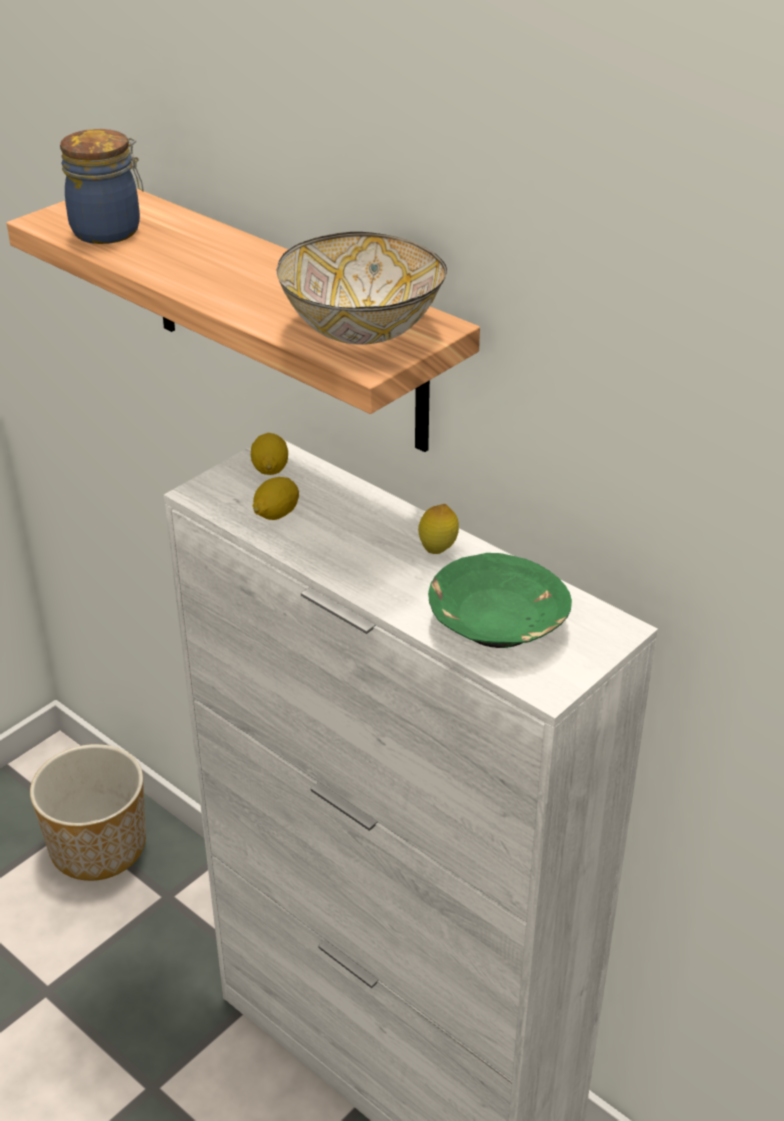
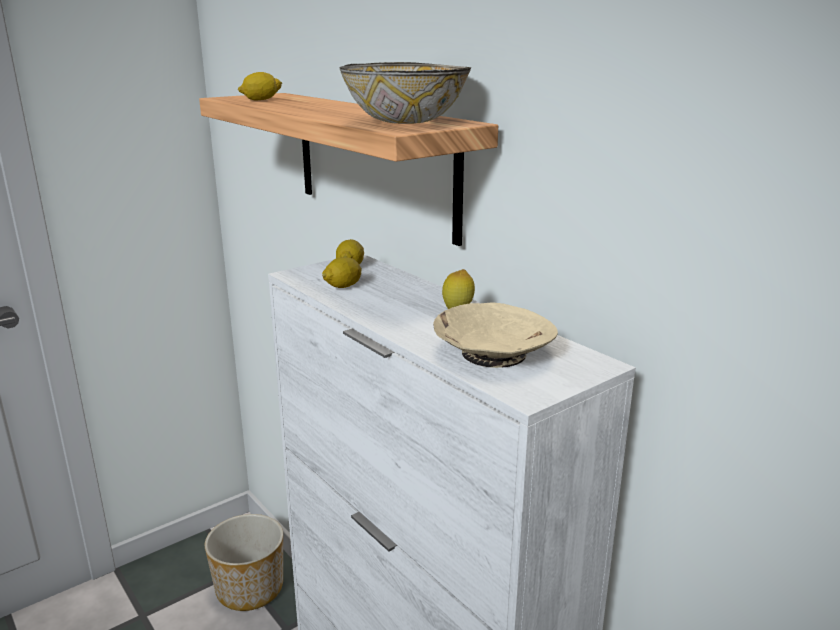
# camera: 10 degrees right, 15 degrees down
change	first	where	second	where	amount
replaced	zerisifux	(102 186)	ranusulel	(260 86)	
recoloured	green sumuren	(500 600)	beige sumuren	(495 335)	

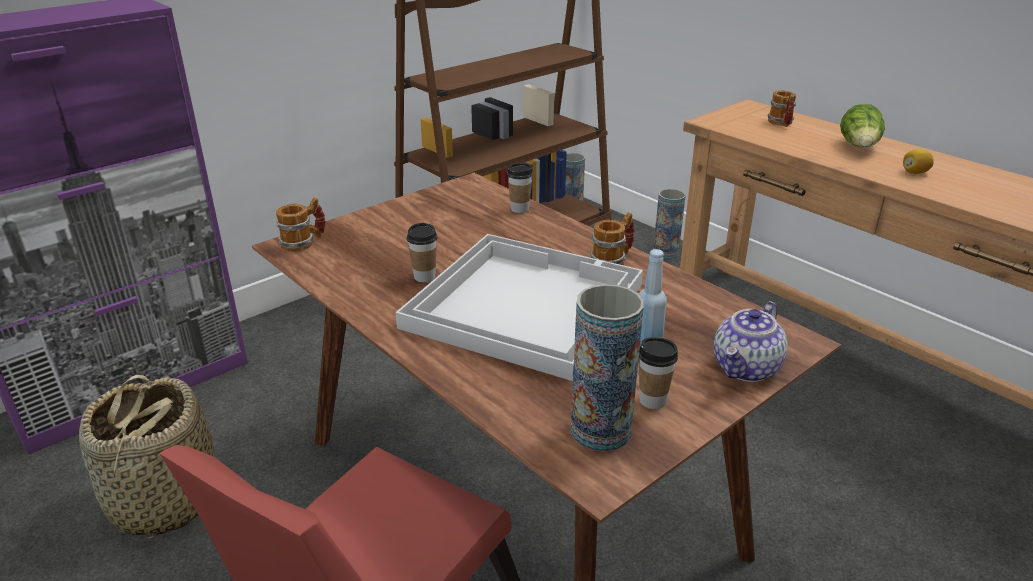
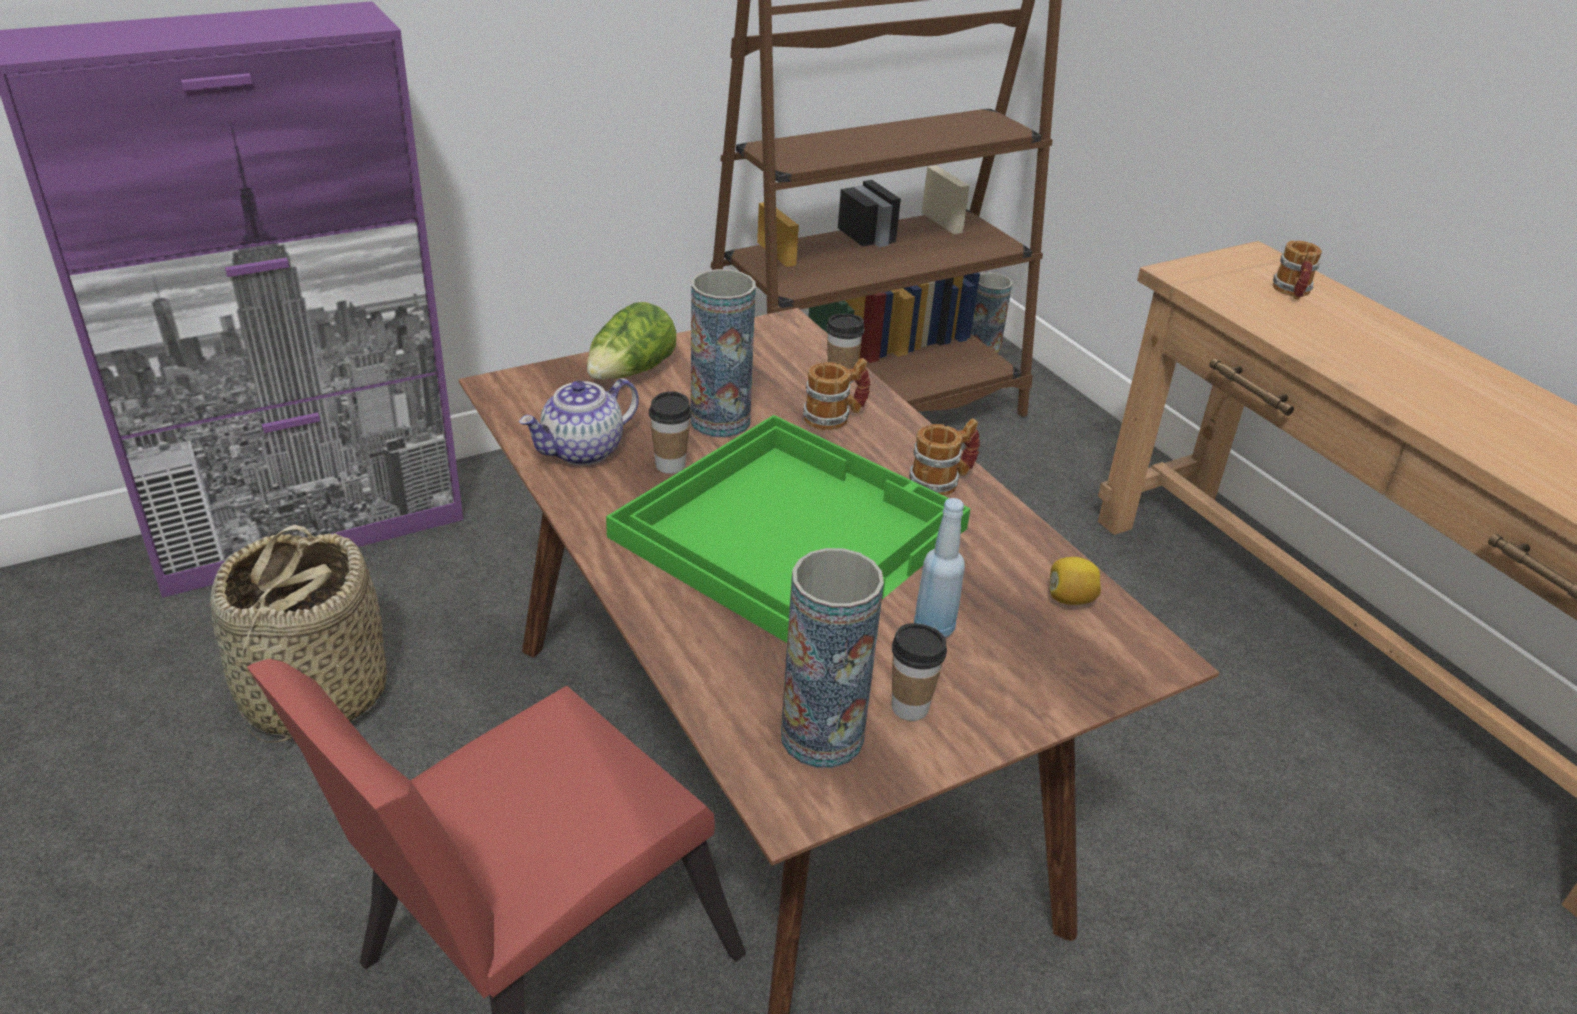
# camera: 10 degrees right, 5 degrees up
change	first	where	second	where	amount
moved	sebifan	(301 224)		(836 394)	
moved	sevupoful	(669 224)		(723 353)	
moved	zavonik	(751 341)		(579 421)	
moved	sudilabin	(862 125)		(631 341)	
moved	ranusulel	(918 161)		(1075 581)	
recoloured	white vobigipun	(519 307)	green vobigipun	(788 529)	

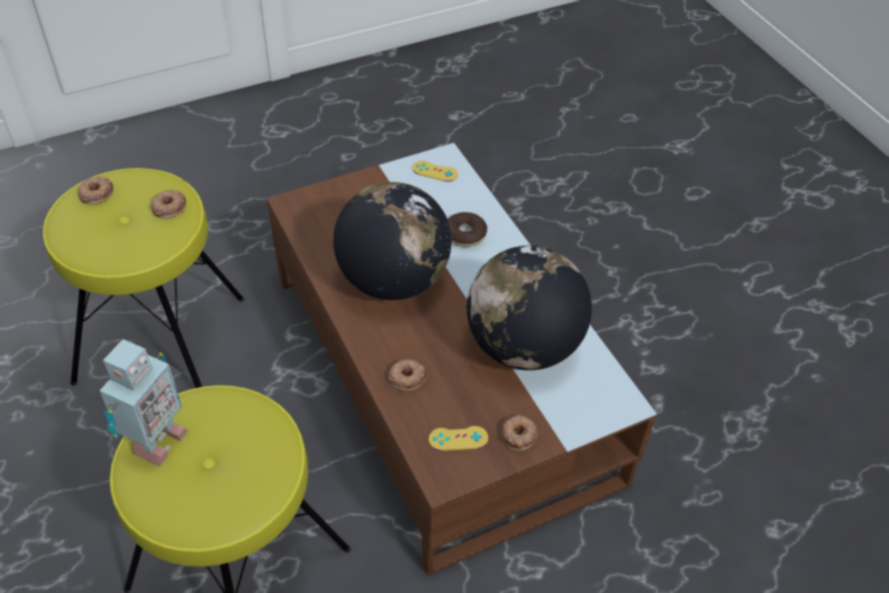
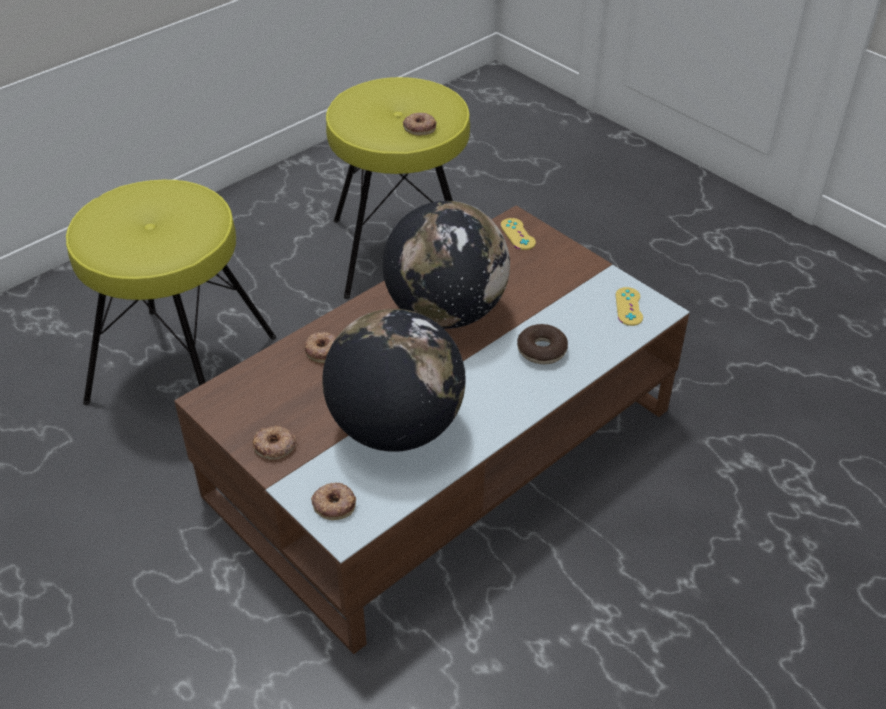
# camera: 75 degrees right, 5 degrees down
change	first	where	second	where	amount
removed	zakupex	(144 403)			
moved	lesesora	(95 190)		(333 501)	
moved	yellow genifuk	(458 438)		(518 234)	

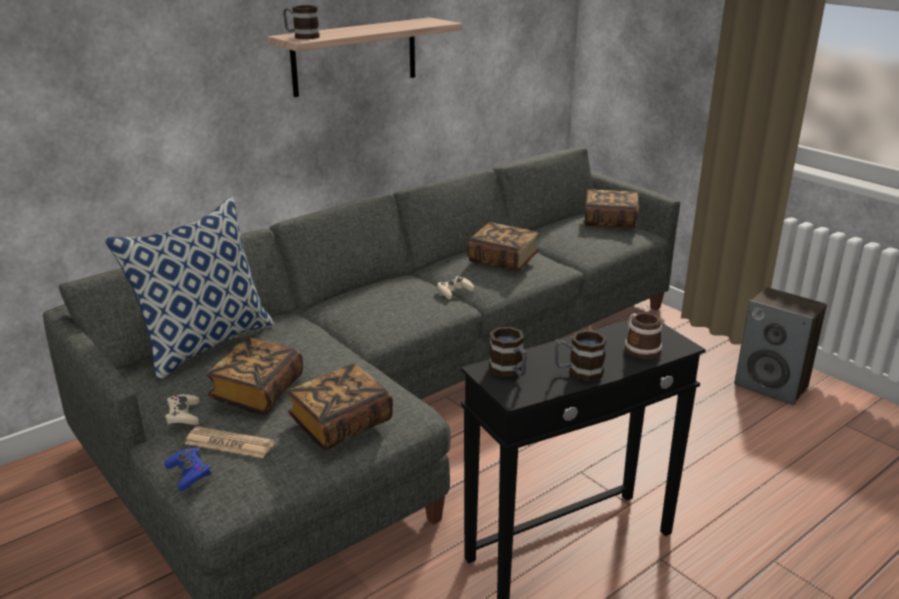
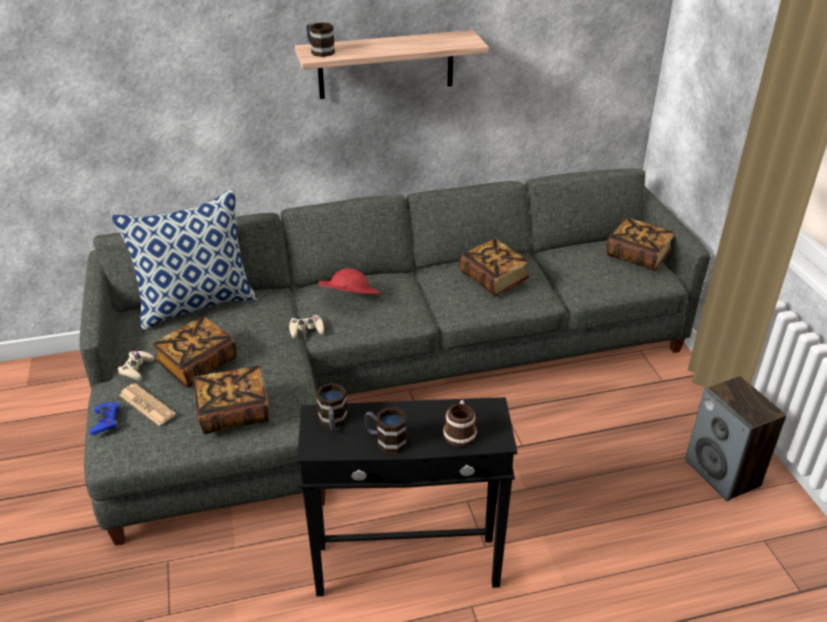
# camera: 25 degrees right, 10 degrees up
change	first	where	second	where	amount
added			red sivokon	(349 281)	
moved	beige genifuk	(455 287)		(306 326)	

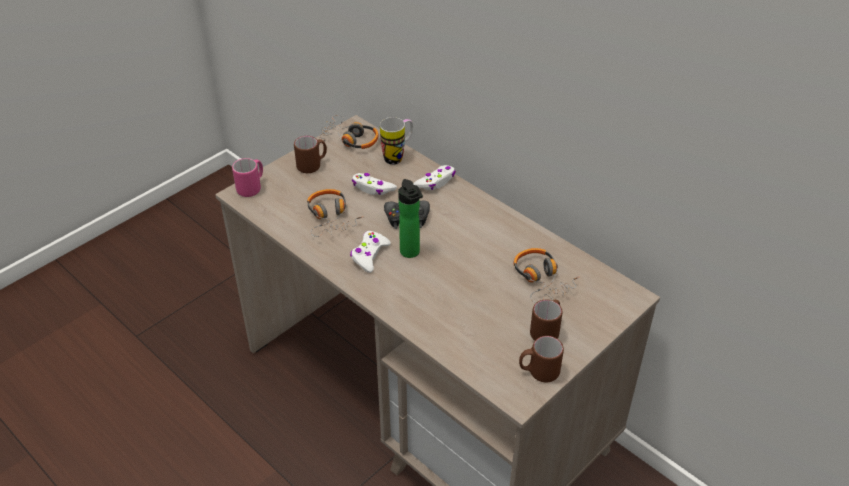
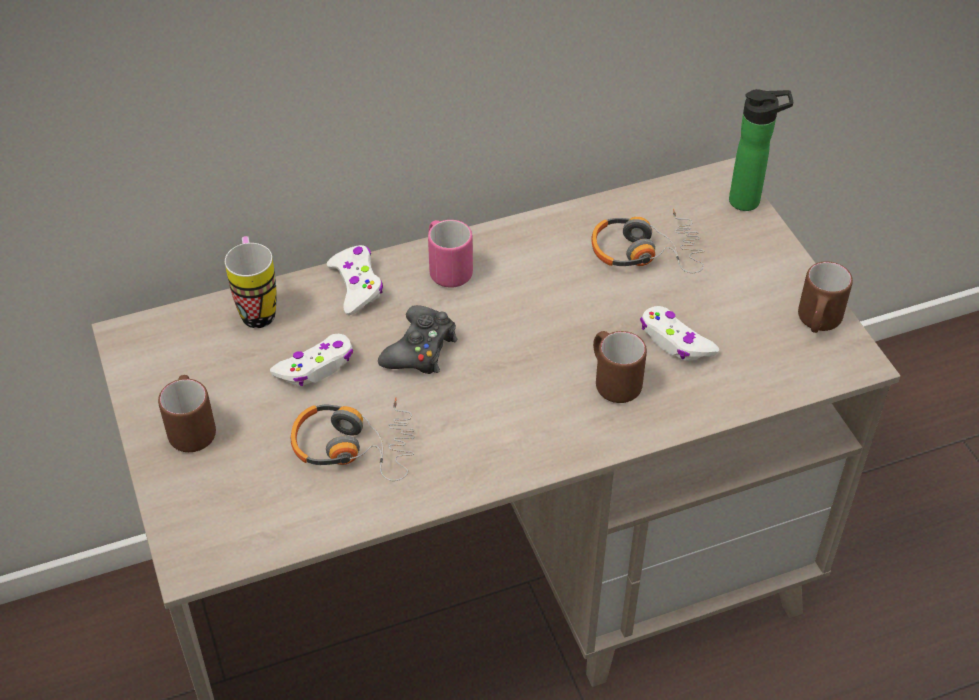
# camera: 65 degrees left, 5 degrees up
change	first	where	second	where	amount
removed	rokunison	(348 132)			
moved	pink sebifan	(247 177)		(450 254)	
moved	white genifuk	(370 252)		(679 333)	
moved	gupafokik	(410 218)		(761 150)	
moved	brown sebifan	(546 320)		(620 367)	

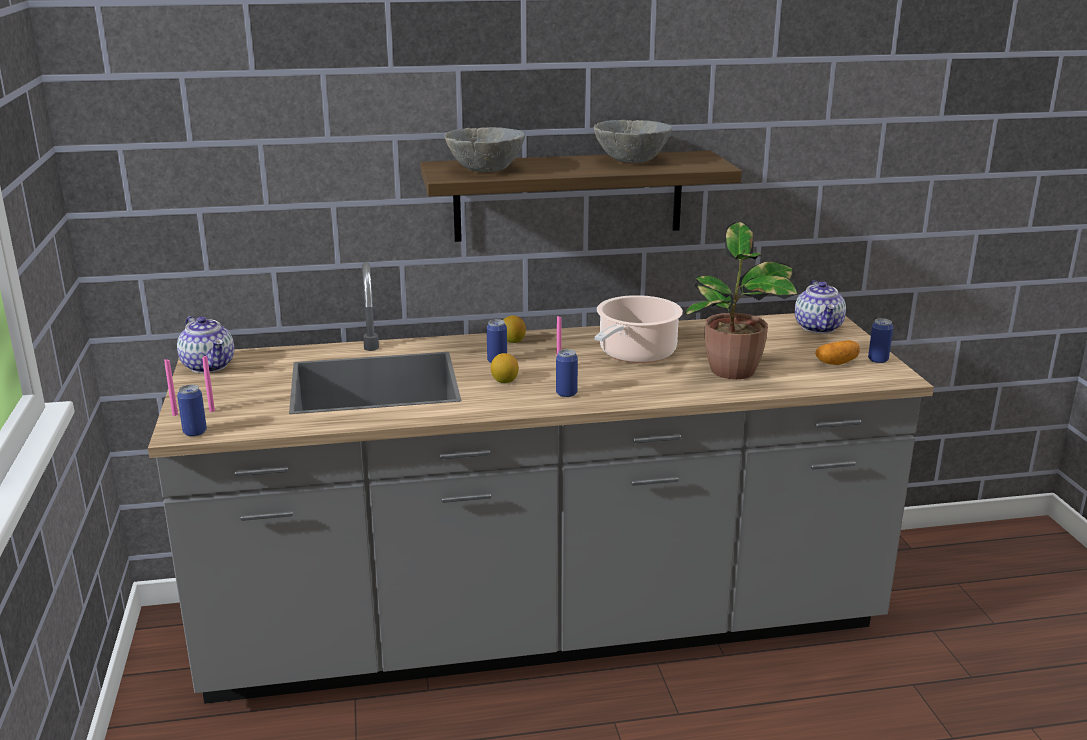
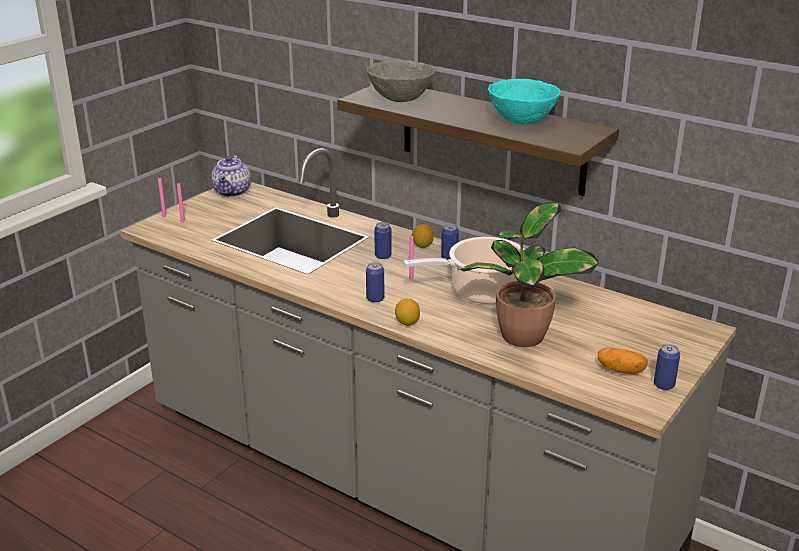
# camera: 45 degrees right, 5 degrees up
change	first	where	second	where	amount
removed	zavonik	(820 306)			
moved	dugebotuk	(192 411)		(450 242)	
moved	ranusulel	(505 368)		(407 312)	
recoloured	grey sumuren	(633 141)	turquoise sumuren	(524 101)	

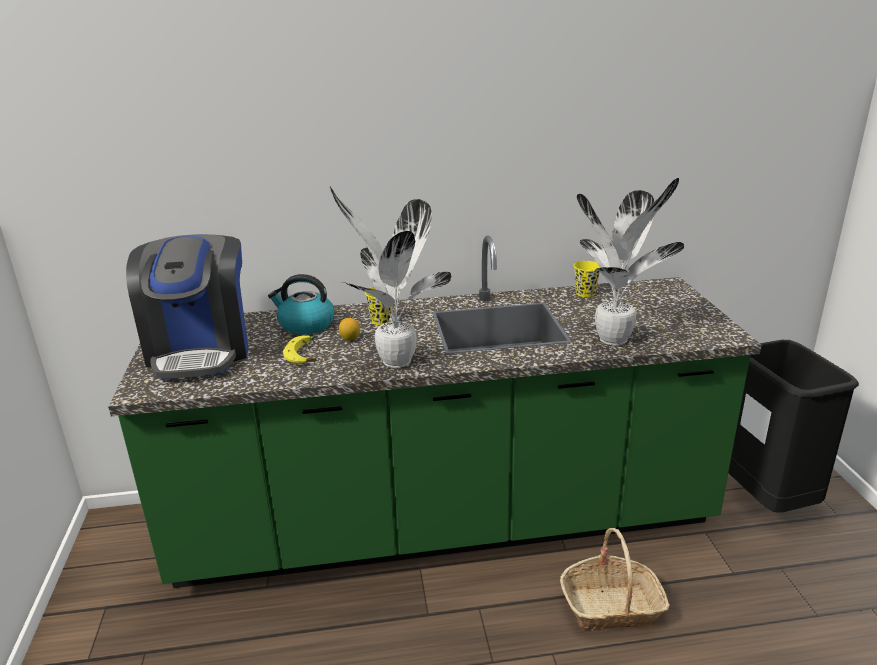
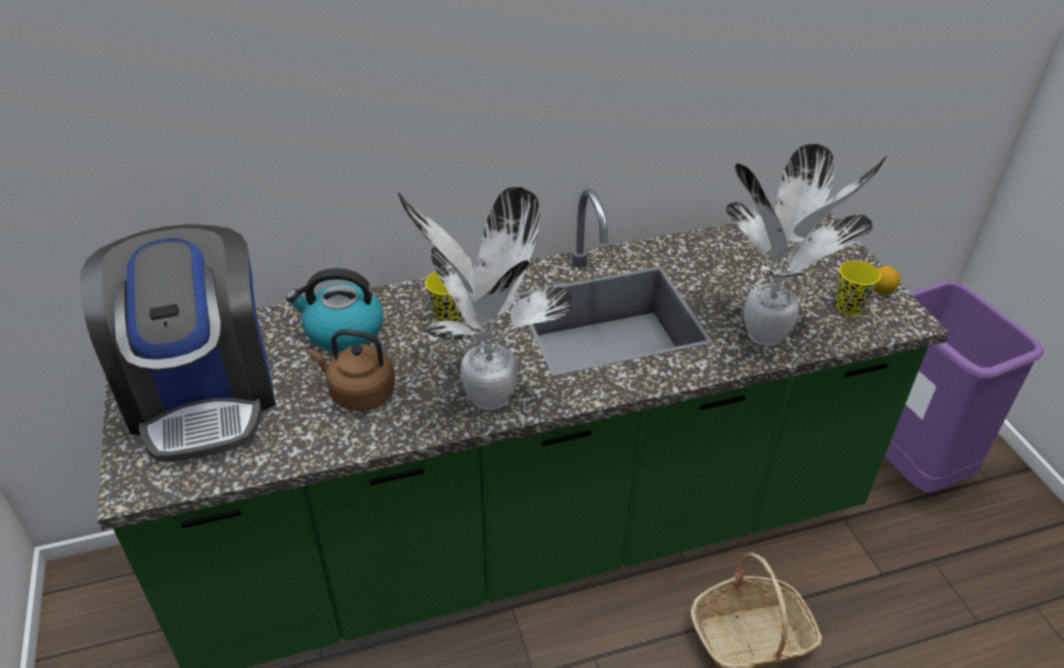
# camera: 10 degrees left, 15 degrees up
change	first	where	second	where	amount
moved	ranusulel	(349 329)		(887 280)	
moved	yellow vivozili	(587 279)		(858 287)	
replaced	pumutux	(300 349)	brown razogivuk	(352 370)	
recoloured	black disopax	(793 426)	purple disopax	(964 386)	

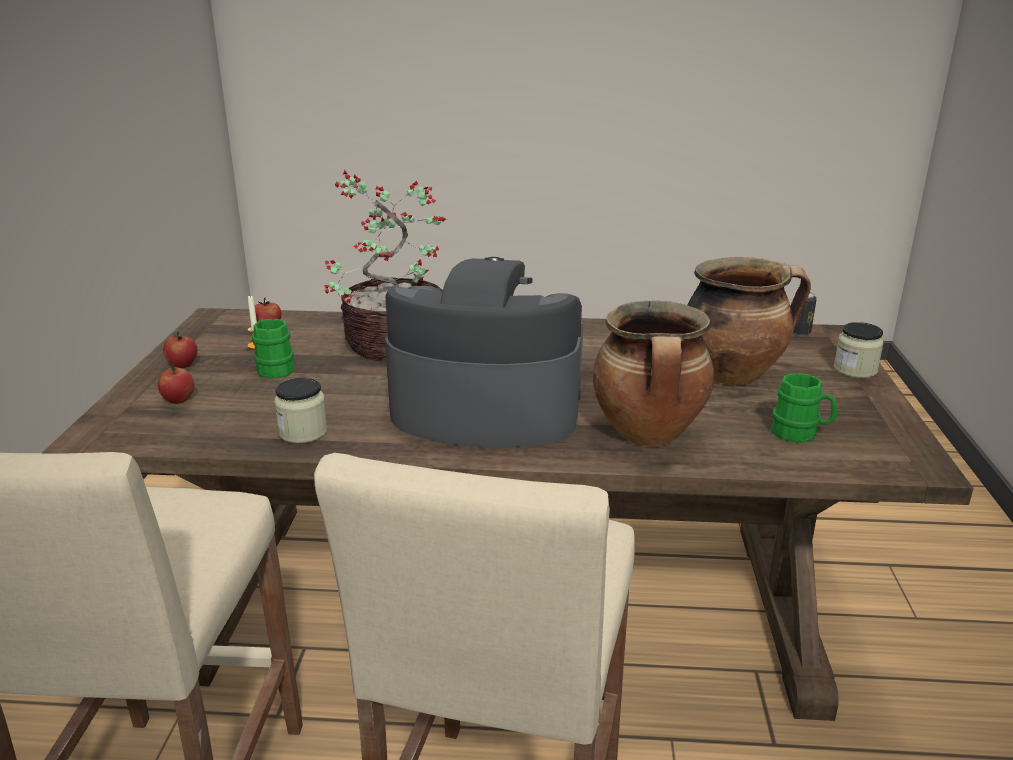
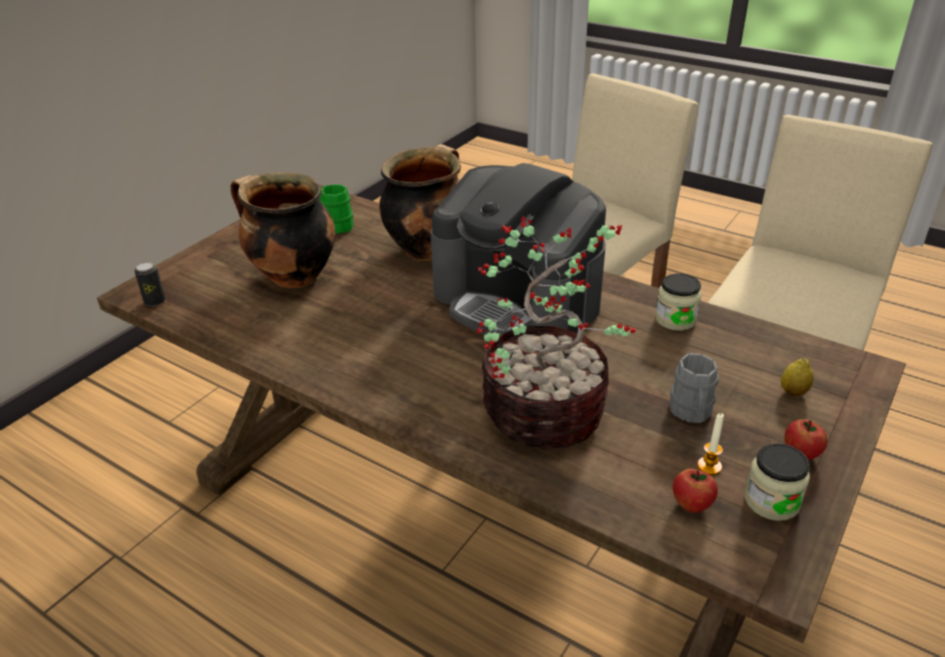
# camera: 150 degrees left, 10 degrees up
change	first	where	second	where	amount
moved	zerisifux	(859 350)		(777 482)	
replaced	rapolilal	(176 384)	ranusulel	(797 377)	
recoloured	green sebifan	(273 349)	grey sebifan	(694 388)	

